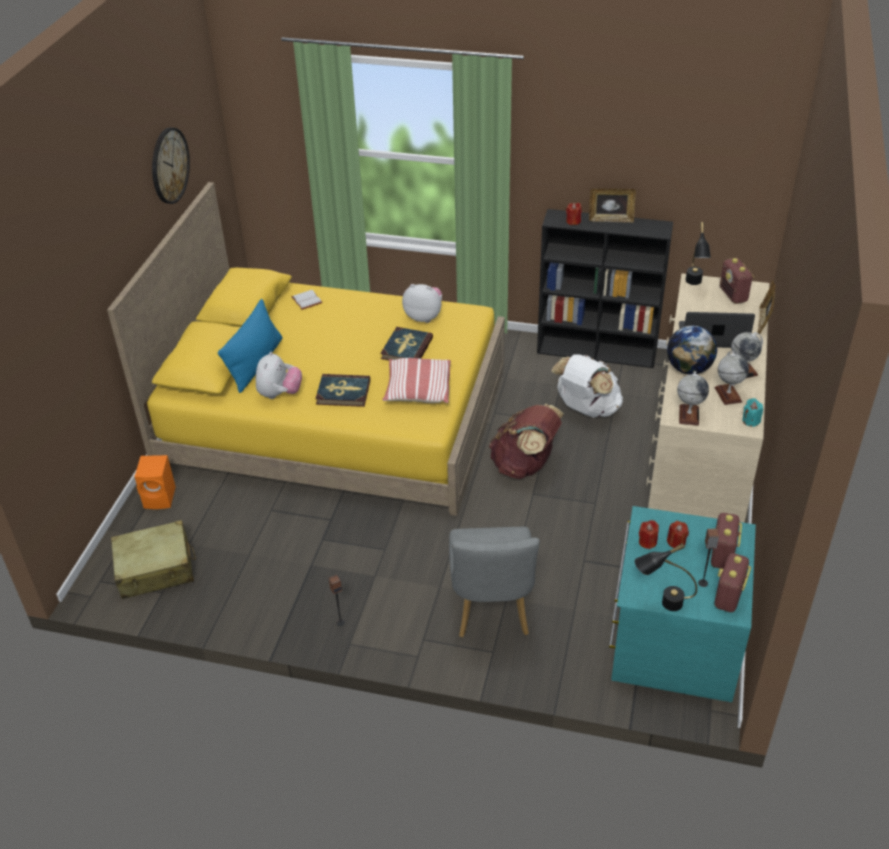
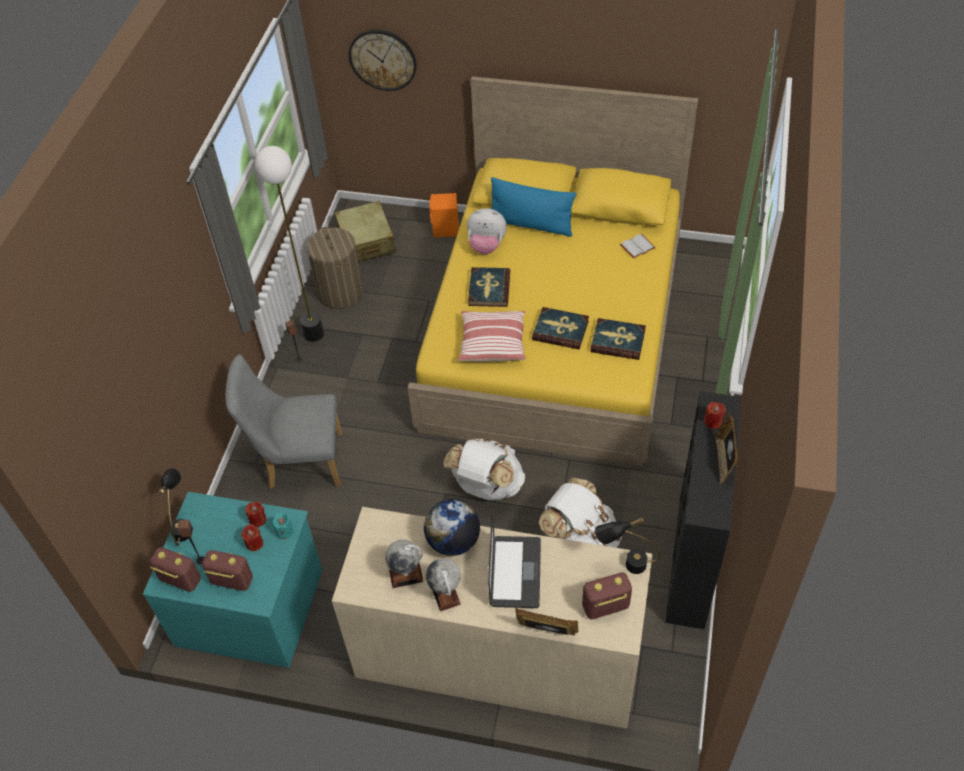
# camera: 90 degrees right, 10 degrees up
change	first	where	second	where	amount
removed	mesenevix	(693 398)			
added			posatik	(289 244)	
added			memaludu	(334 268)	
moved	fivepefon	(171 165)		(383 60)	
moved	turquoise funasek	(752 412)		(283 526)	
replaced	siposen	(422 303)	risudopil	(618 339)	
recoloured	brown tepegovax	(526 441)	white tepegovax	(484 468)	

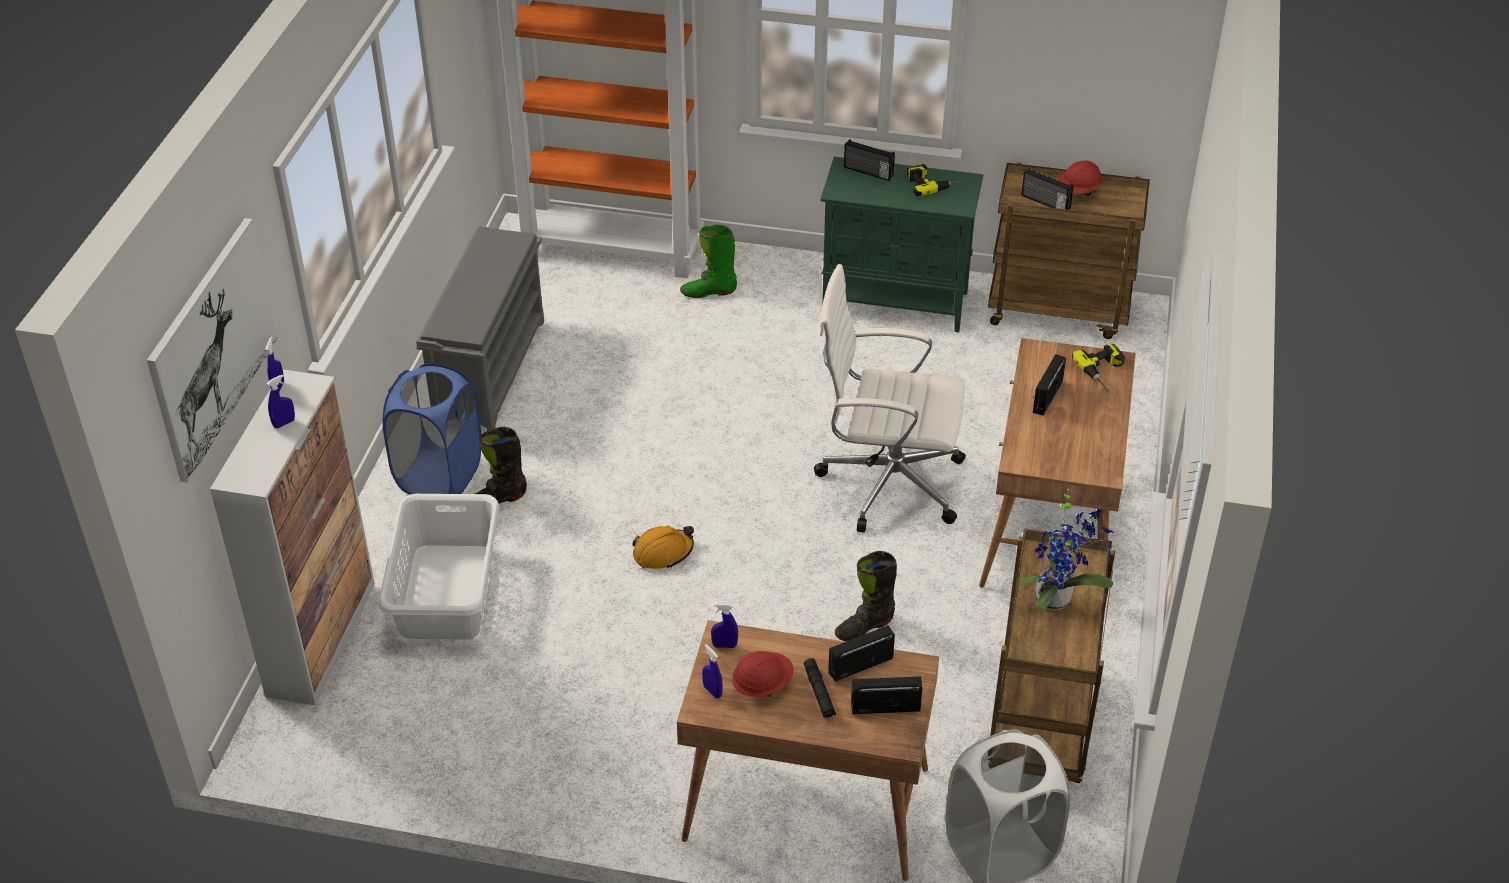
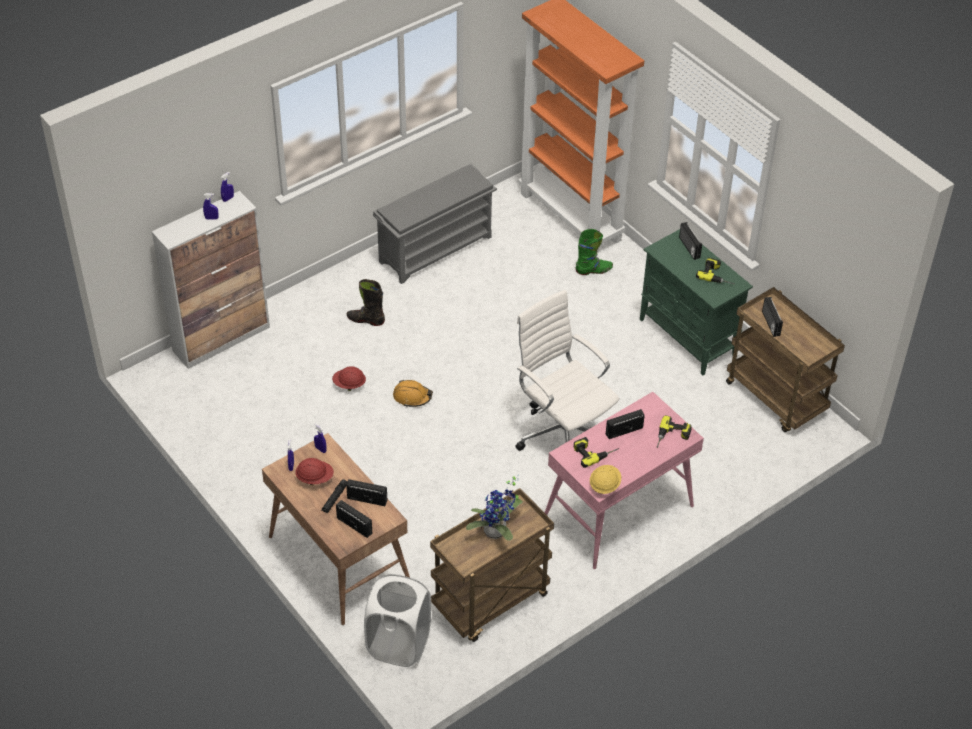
# camera: 40 degrees right, 5 degrees up
change	first	where	second	where	amount
removed	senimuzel	(212 350)			
removed	white memaludu	(439 567)			
removed	blue memaludu	(431 428)			
removed	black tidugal	(866 596)			
added			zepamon	(596 452)	
added			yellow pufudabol	(605 479)	
moved	red pufudabol	(1080 178)		(349 378)	
recoloured	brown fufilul	(1057 463)	pink fufilul	(624 480)	
turned	green tidugal	(708 261)		(594 252)	135 degrees clockwise

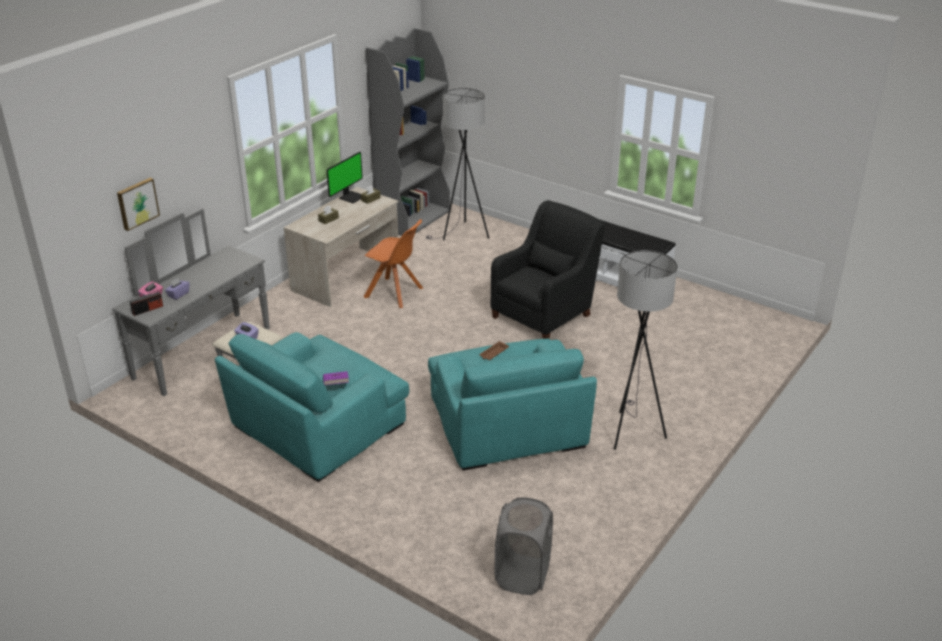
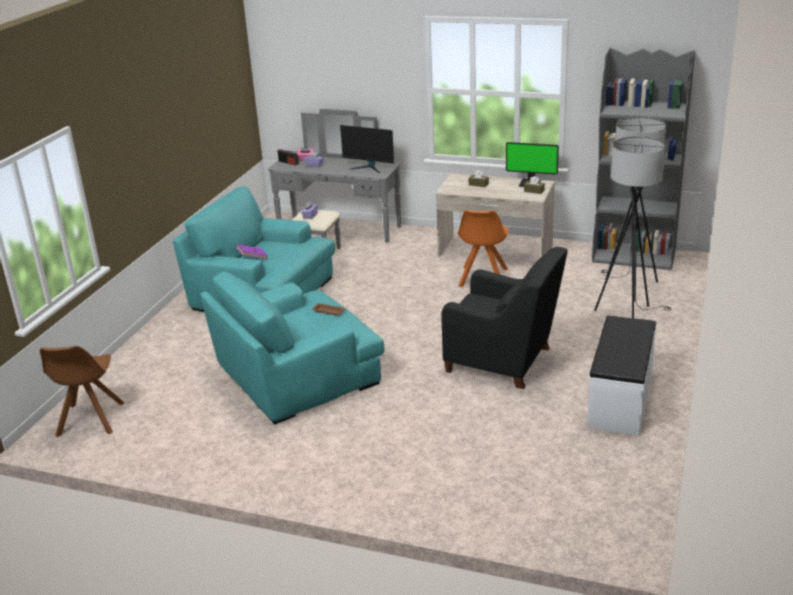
# camera: 75 degrees right, 5 degrees down
change	first	where	second	where	amount
removed	senimuzel	(138 204)			
added			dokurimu	(367 149)	
moved	grey posatik	(645 350)		(632 227)	
replaced	grey memaludu	(524 546)	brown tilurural	(82 391)	

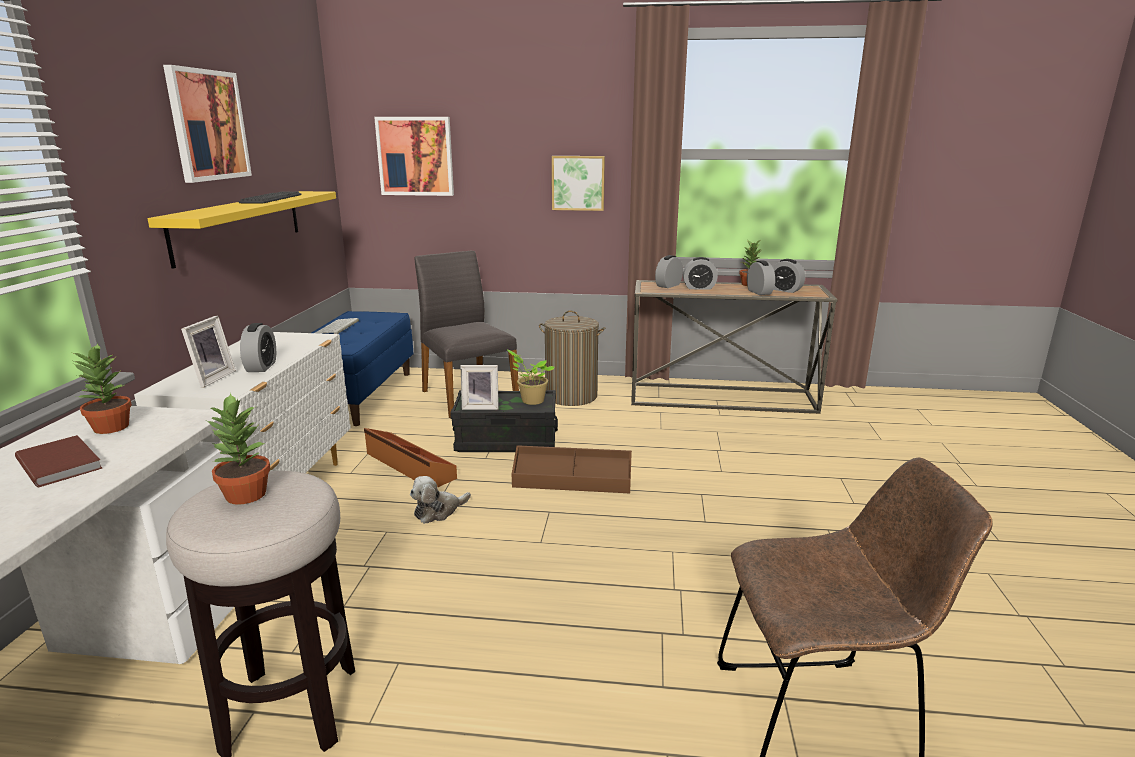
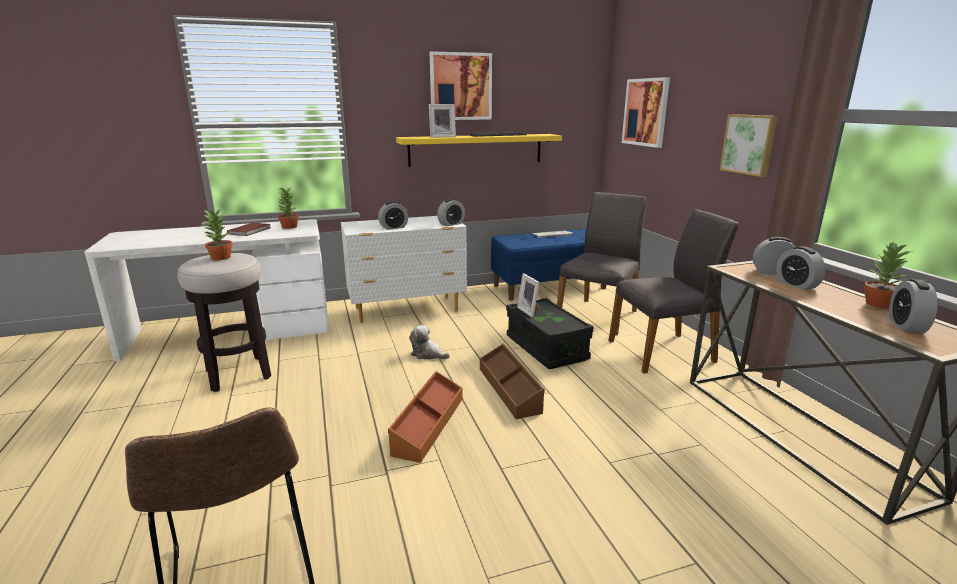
# camera: 65 degrees right, 0 degrees up
change	first	where	second	where	amount
removed	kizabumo	(531 377)			
moved	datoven	(208 351)		(442 121)	
moved	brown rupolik	(410 458)		(425 417)	
moved	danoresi	(761 277)		(451 213)	
replaced	memaludu	(572 358)	grey tilurural	(673 291)	

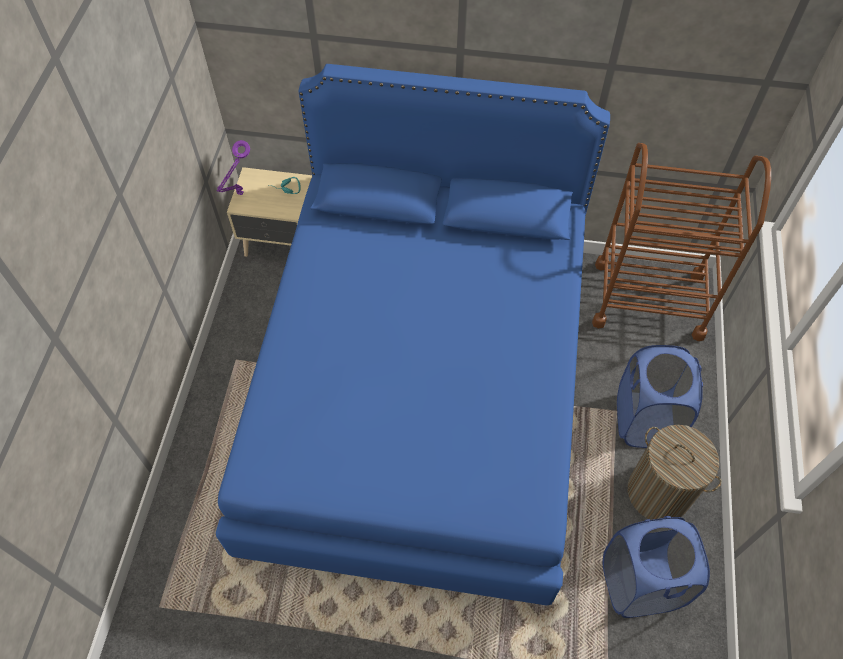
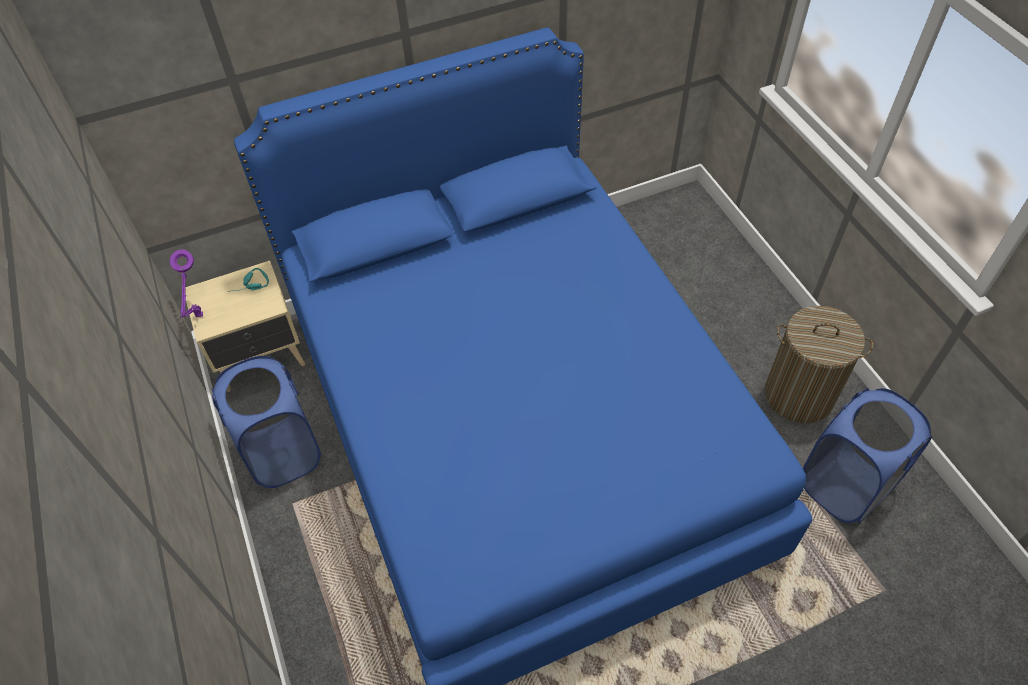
# camera: 30 degrees left, 5 degrees down
change	first	where	second	where	amount
removed	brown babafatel	(681 242)			
moved	blue memaludu	(660 396)		(266 422)	

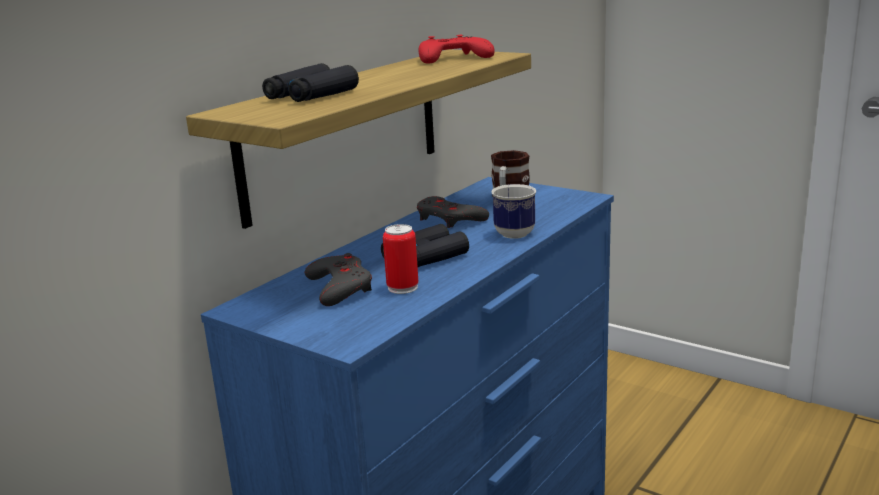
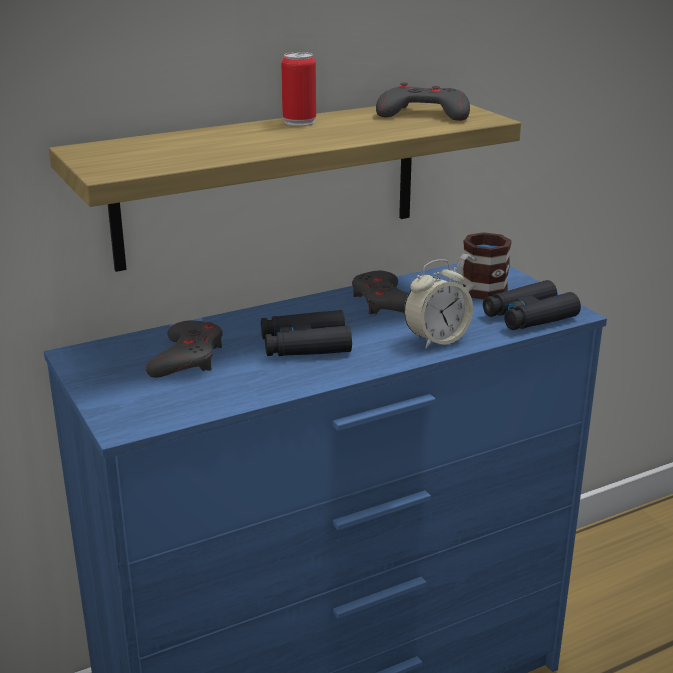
# camera: 25 degrees right, 5 degrees up
change	first	where	second	where	amount
moved	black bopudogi	(310 82)		(532 305)	
moved	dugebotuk	(401 259)		(298 89)	
replaced	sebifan	(513 211)	danoresi	(438 304)	
recoloured	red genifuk	(457 49)	grey genifuk	(423 101)	

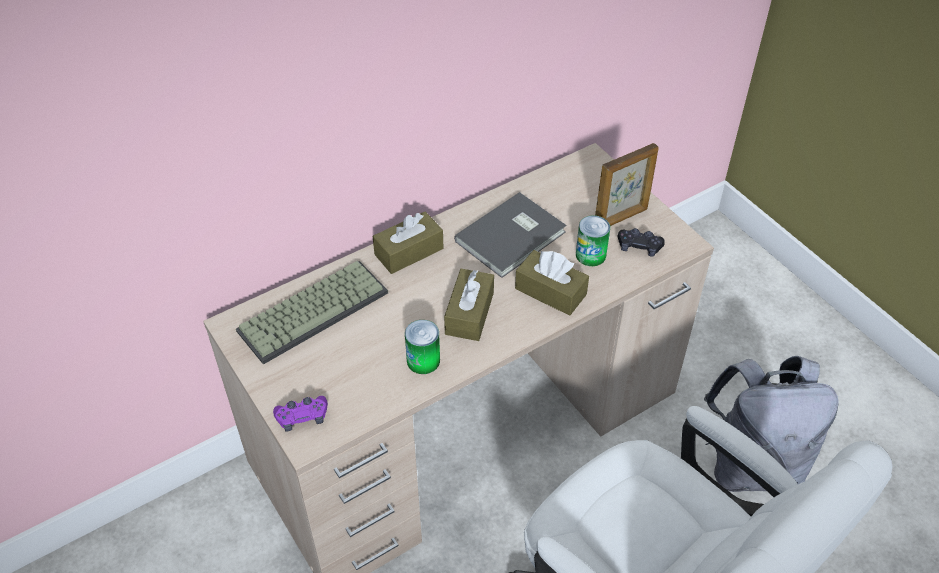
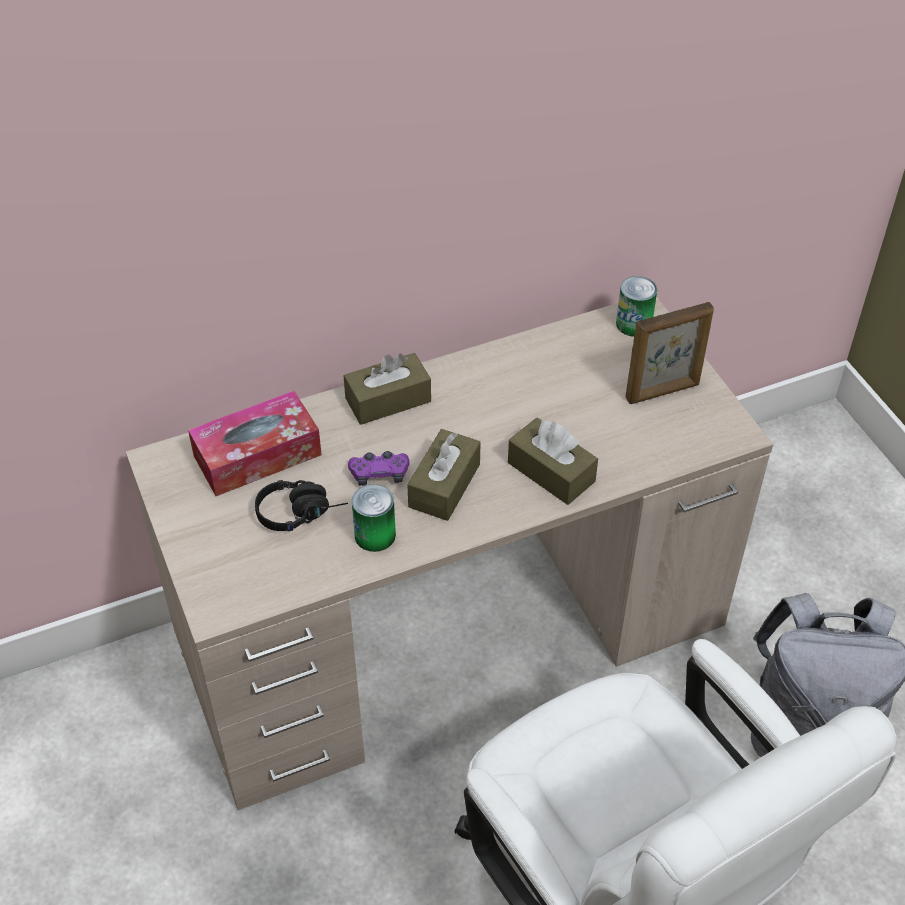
# camera: 10 degrees right, 0 degrees up
change	first	where	second	where	amount
removed	grey risudopil	(510 235)			
removed	black genifuk	(641 242)			
added			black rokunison	(301 505)	
moved	purple genifuk	(300 414)		(379 468)	
moved	dugebotuk	(593 240)		(636 306)	
replaced	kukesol	(312 313)	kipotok	(255 443)	

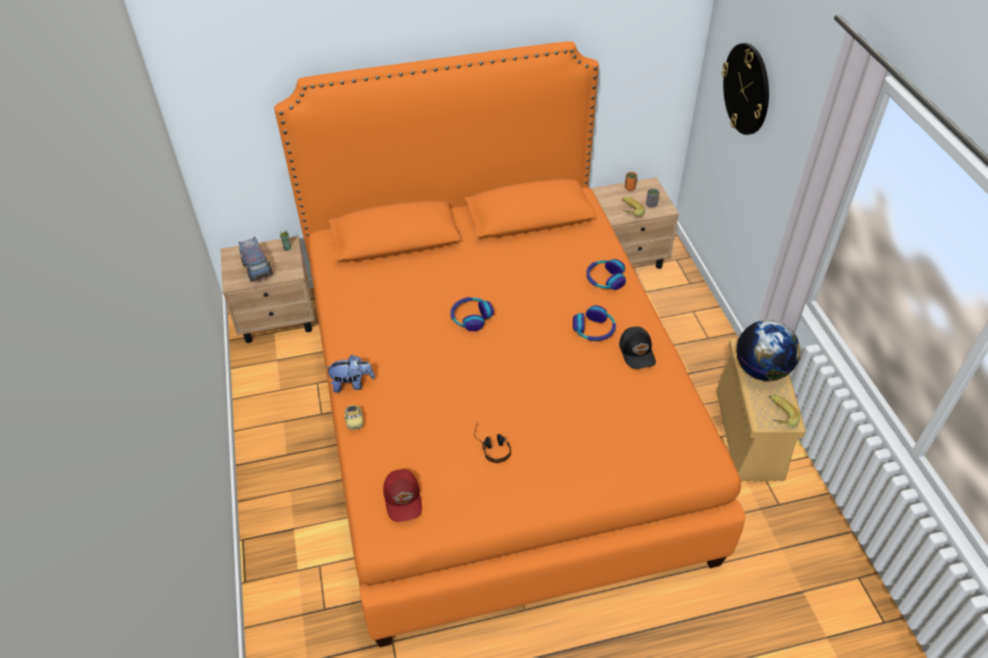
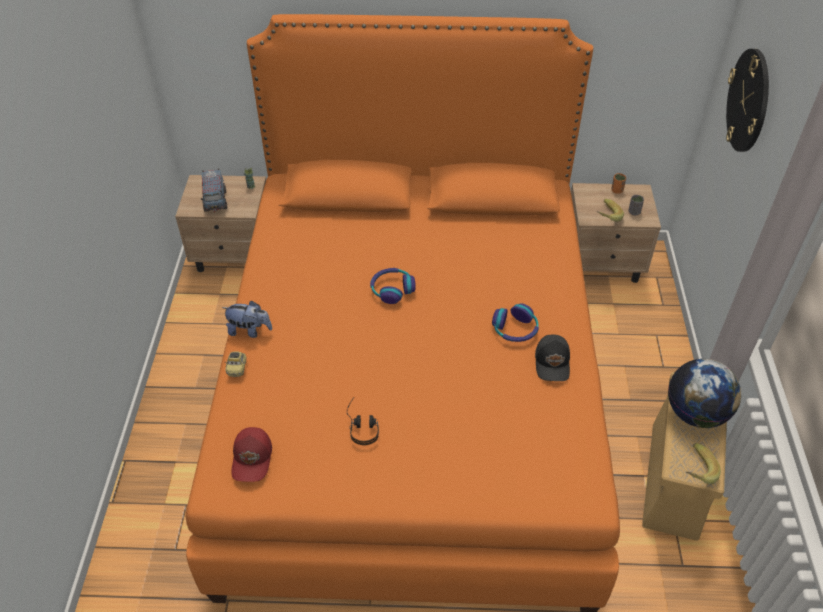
# camera: 15 degrees right, 0 degrees up
change	first	where	second	where	amount
removed	rokunison	(606 274)			

